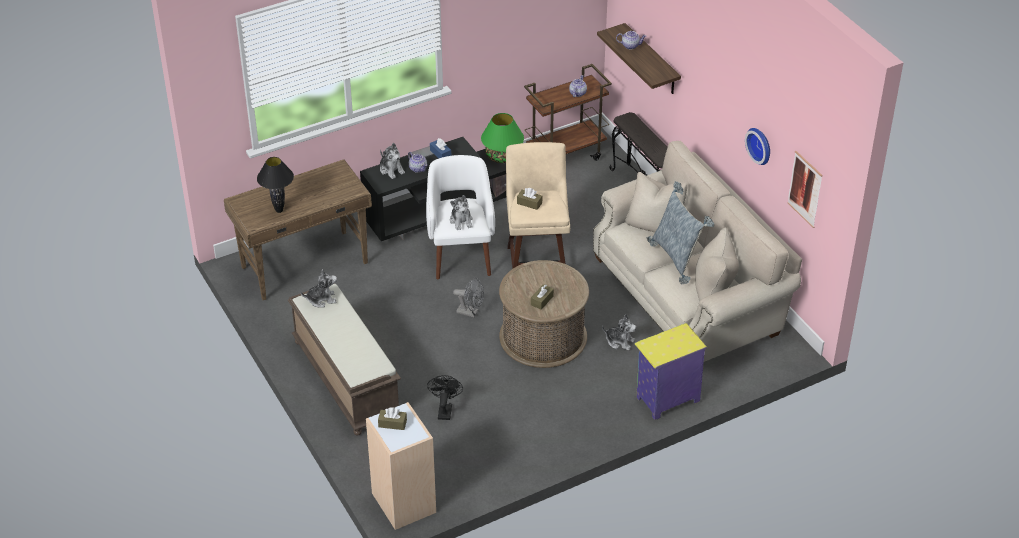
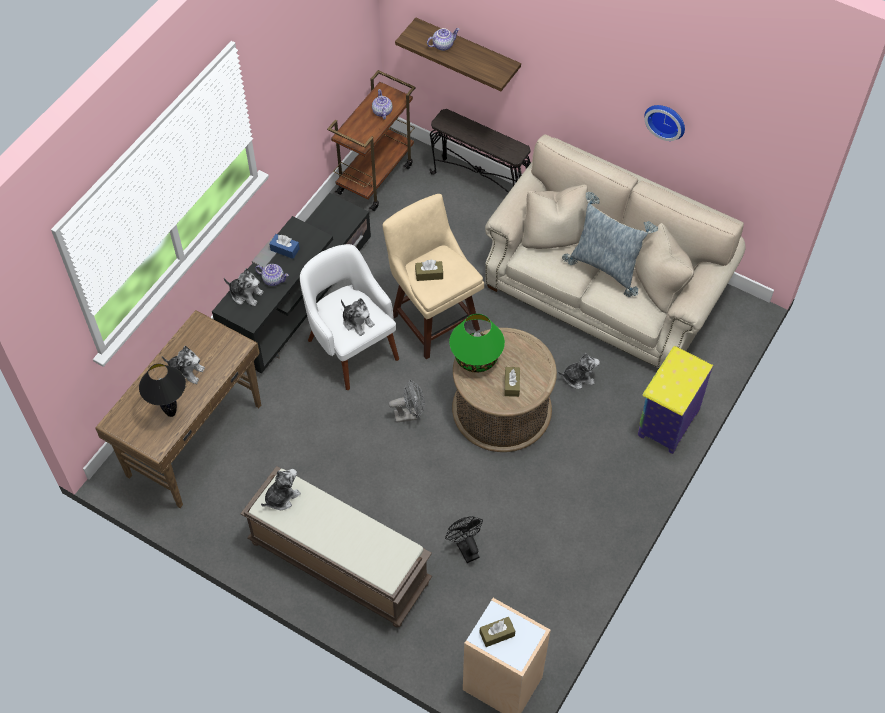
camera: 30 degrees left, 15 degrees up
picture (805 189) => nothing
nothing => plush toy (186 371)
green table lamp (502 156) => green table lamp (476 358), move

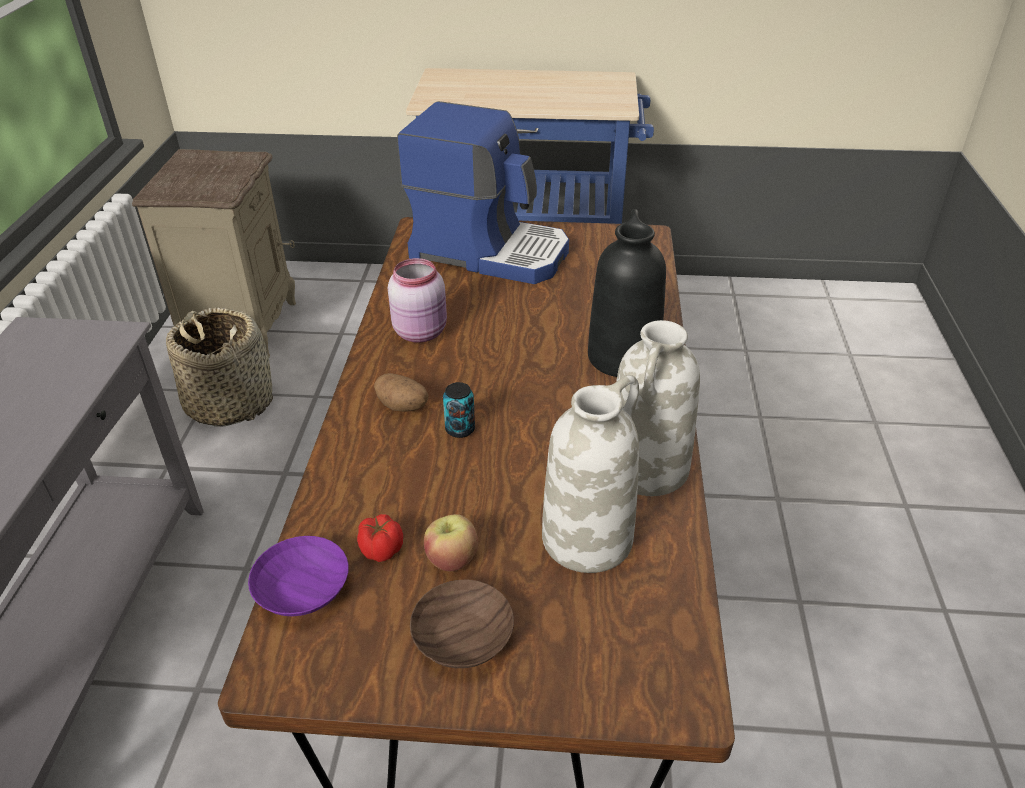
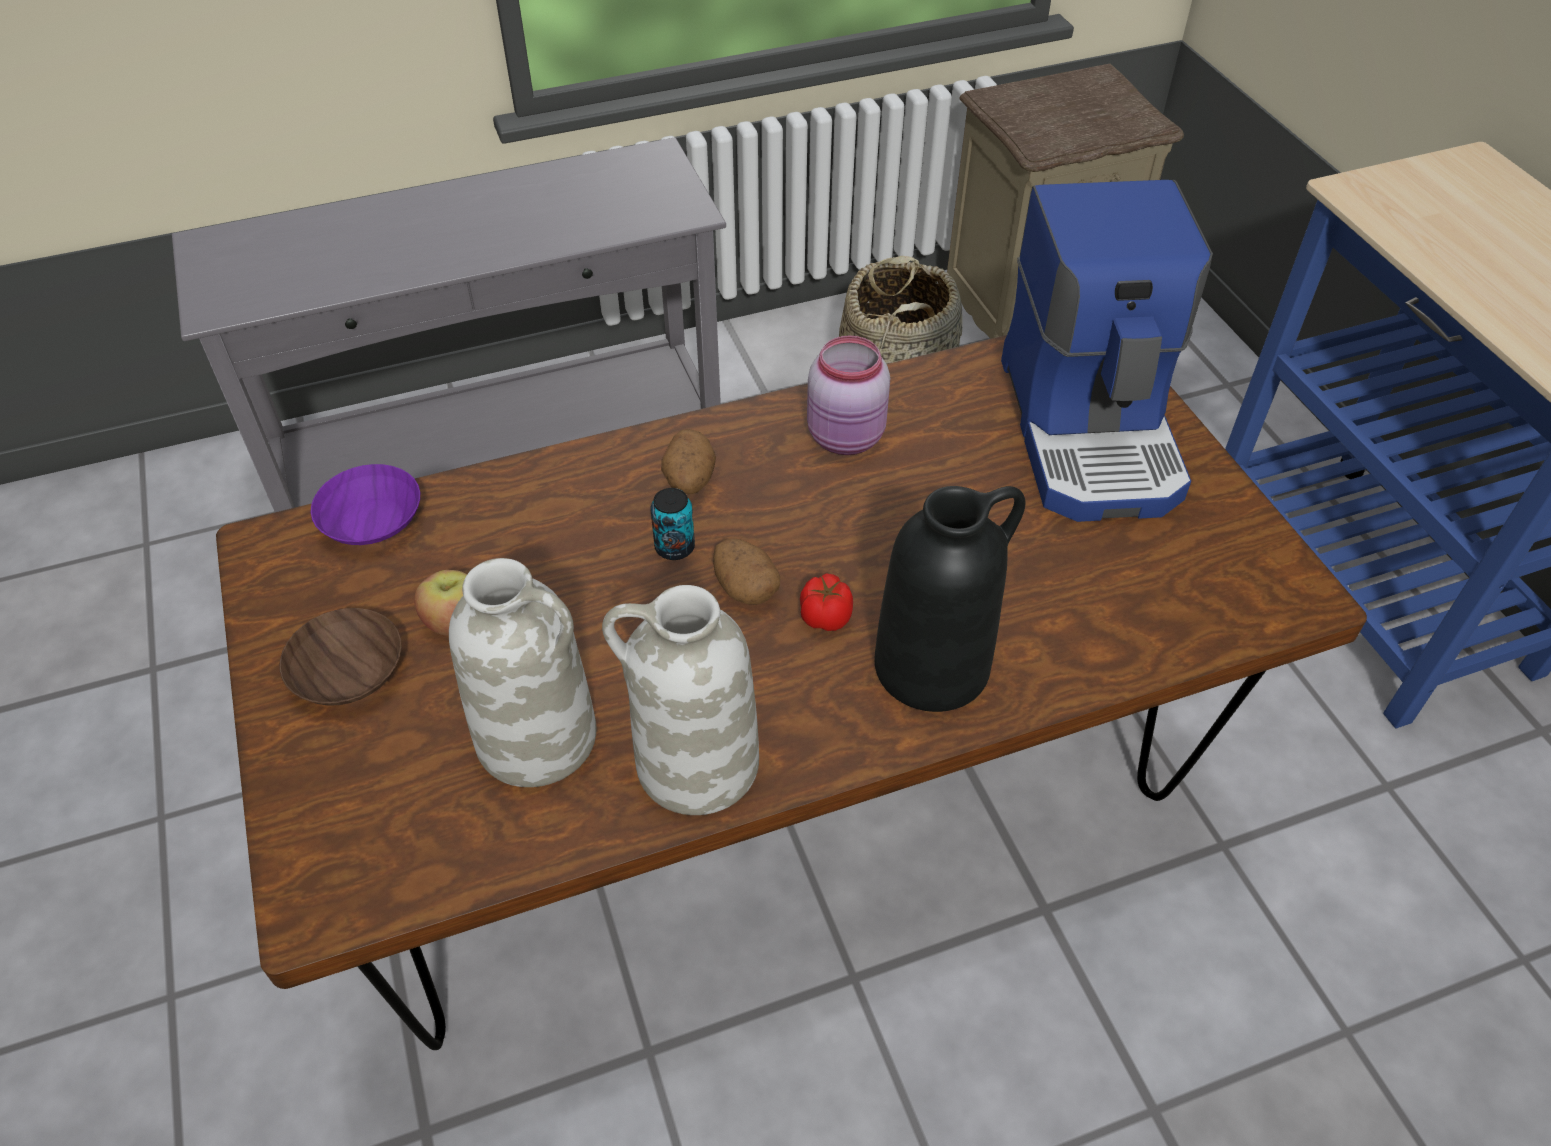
camera: 65 degrees right, 10 degrees up
nothing => potato (745 587)
tomato (380 549) => tomato (826 616), move

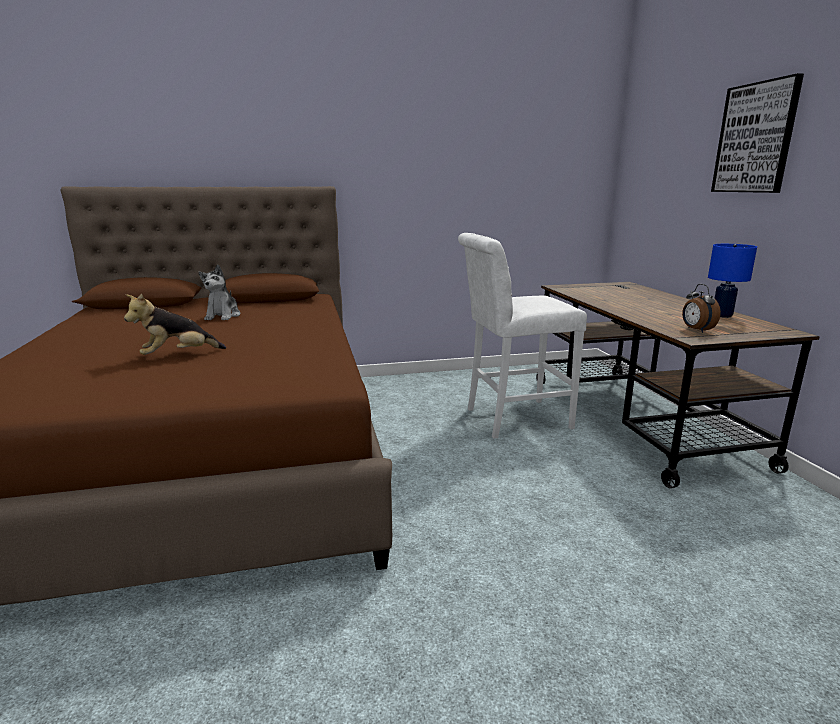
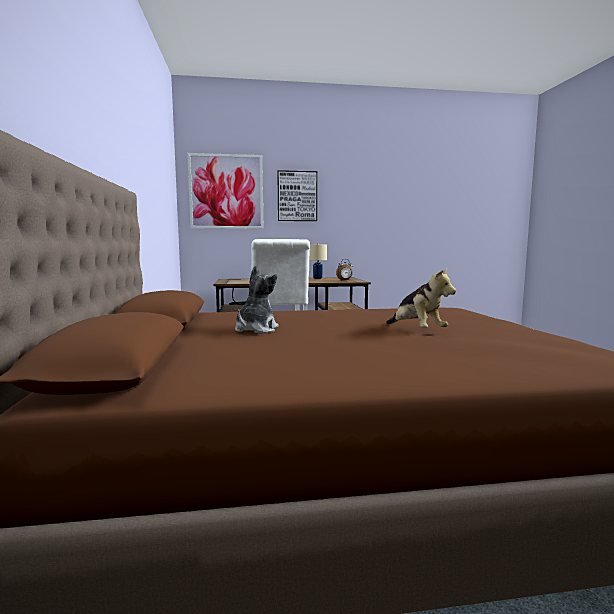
camera: 85 degrees left, 10 degrees down
nothing => picture (226 192)
blue table lamp (723 316) => beige table lamp (318 278)
plush toy (223 316) => plush toy (255 330), 75 degrees counterclockwise

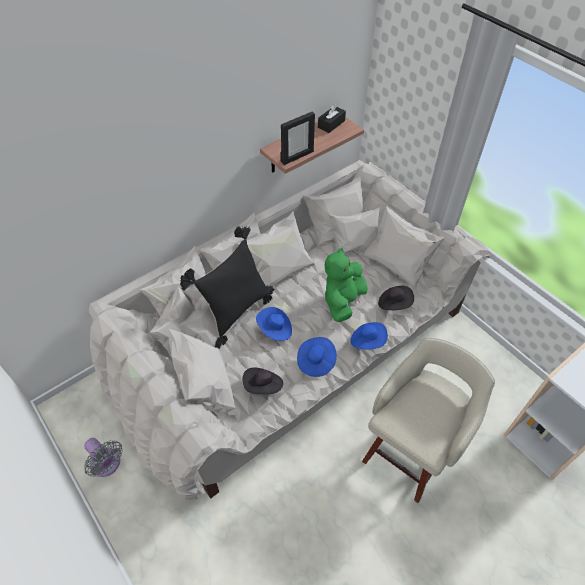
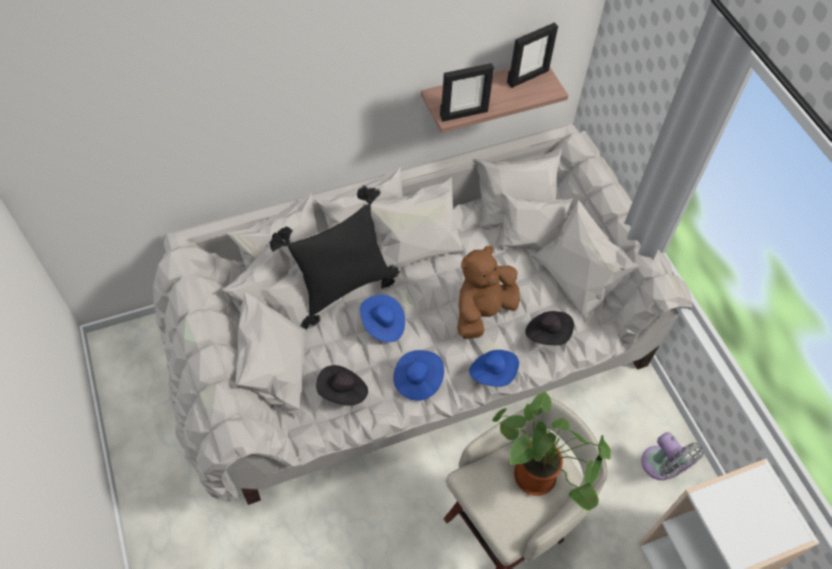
camera: 15 degrees right, 5 degrees up
nothing => potted plant (539 477)
grey fan (107 465) => grey fan (661 467), move
black tissue box (331 124) => picture frame (527 77)
green plush toy (343 301) => brown plush toy (482 311)

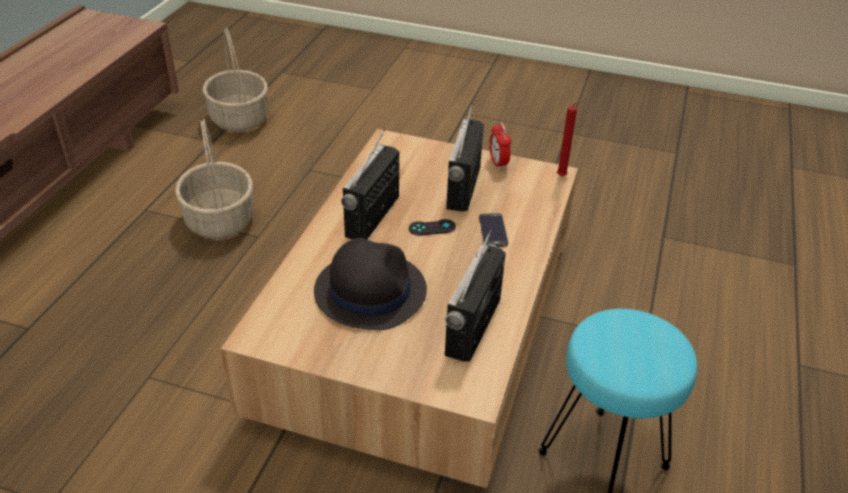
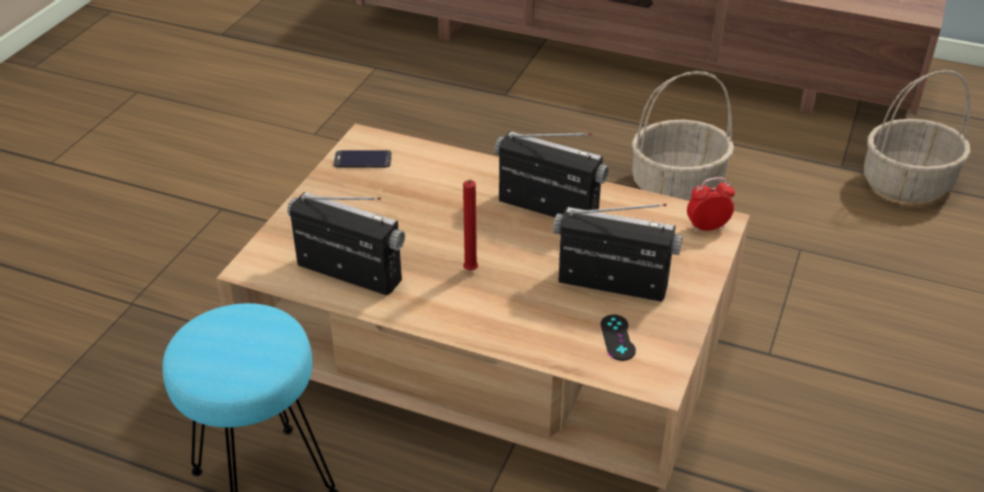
camera: 95 degrees right, 0 degrees up
black hat (370 290) => nothing
black game controller (432 227) => black game controller (617 337), move
phone (493 230) => phone (362 159), move
alarm clock (498 163) => alarm clock (707 227), move
red candle (563 176) => red candle (470 272), move

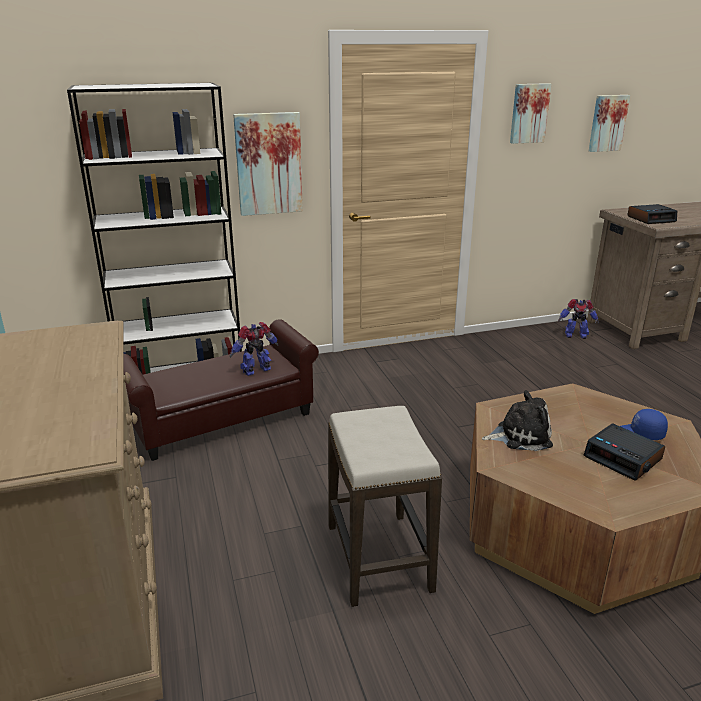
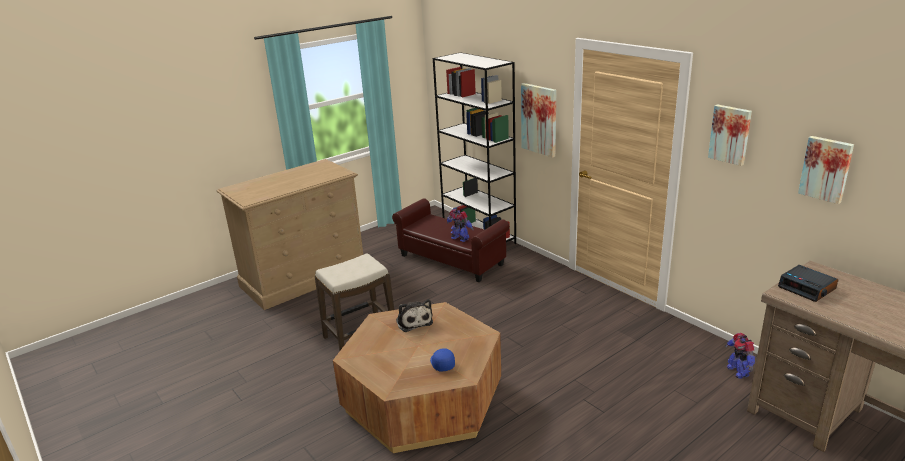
camera: 70 degrees right, 0 degrees up
alarm clock (623 458) => nothing

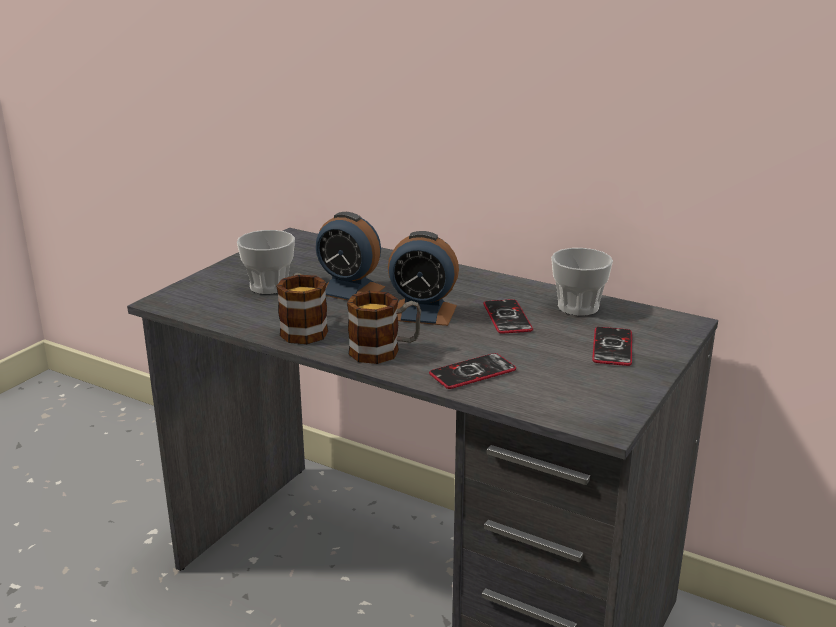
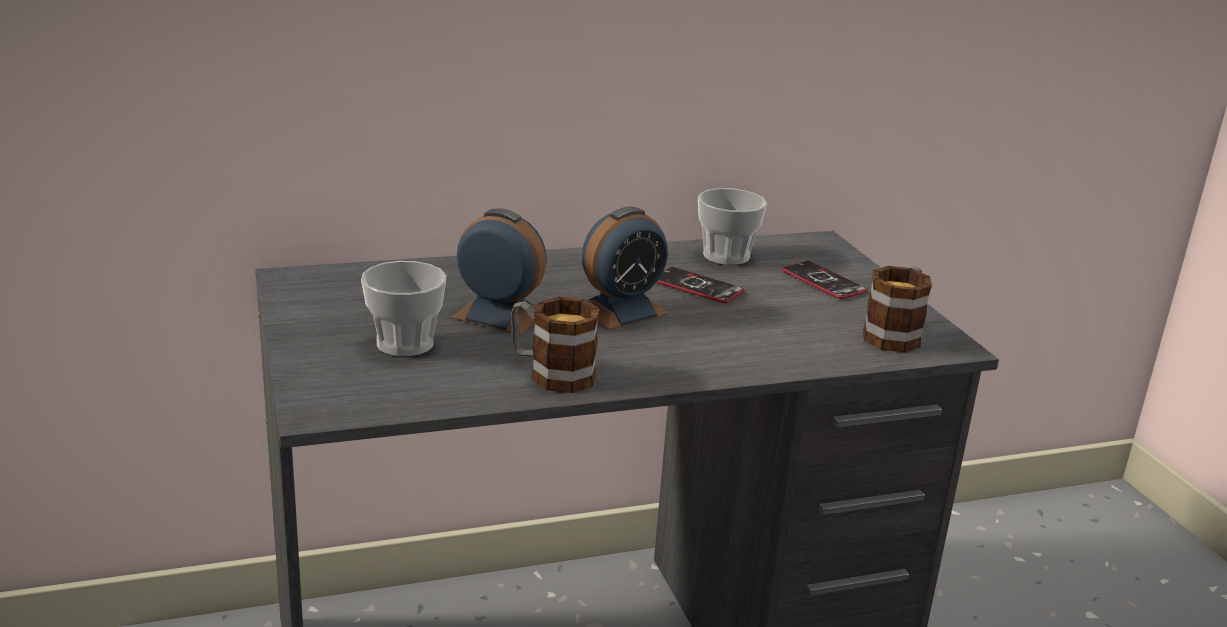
camera: 50 degrees left, 0 degrees up
phone (472 372) => nothing
mug (385 351) => mug (895 334), move
alarm clock (349 290) => alarm clock (500 315), 135 degrees counterclockwise

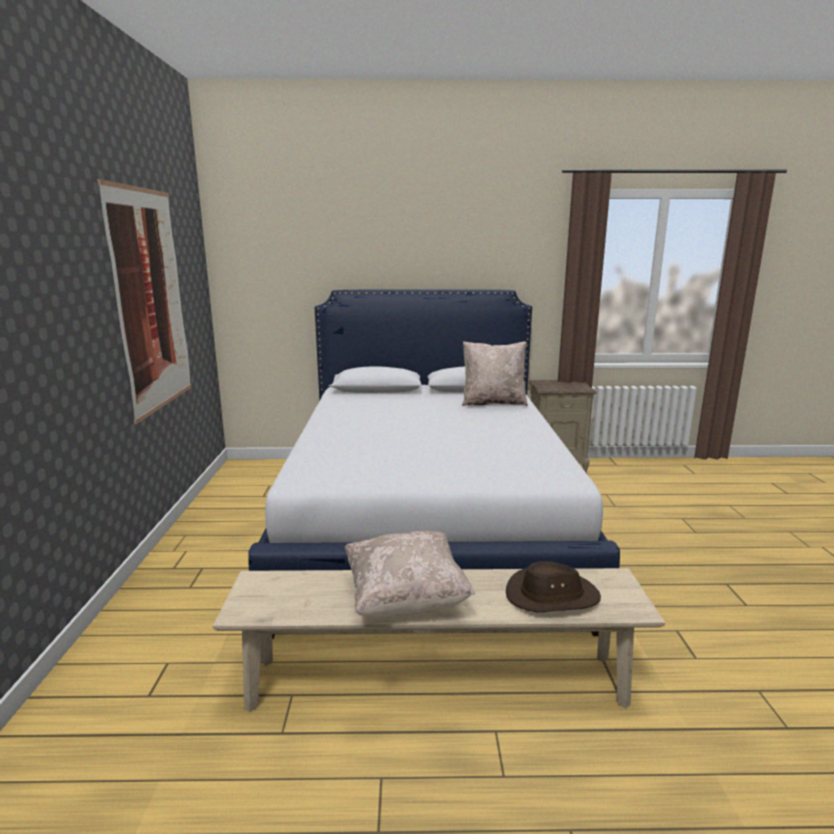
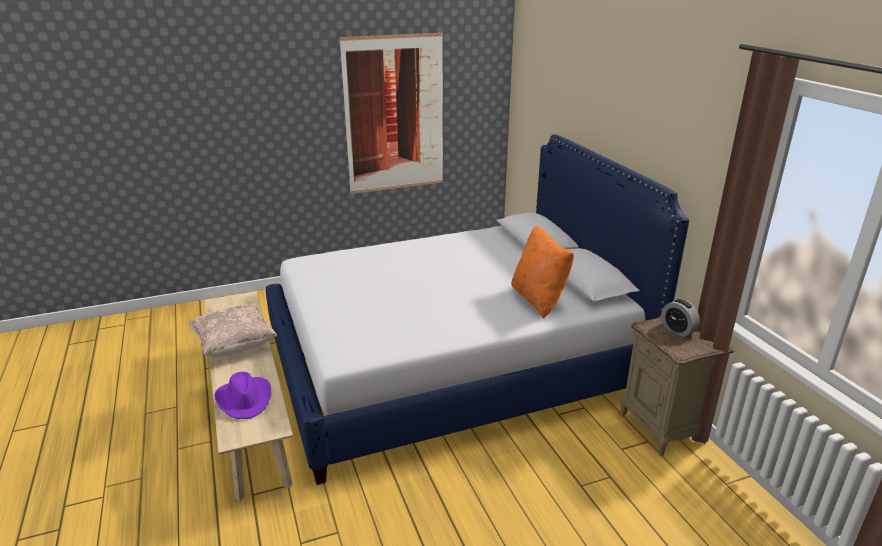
camera: 70 degrees right, 10 degrees up
nothing => alarm clock (677 330)
beige pillow (493 403) => orange pillow (539 300)
brown hat (551 596) => purple hat (245 399)

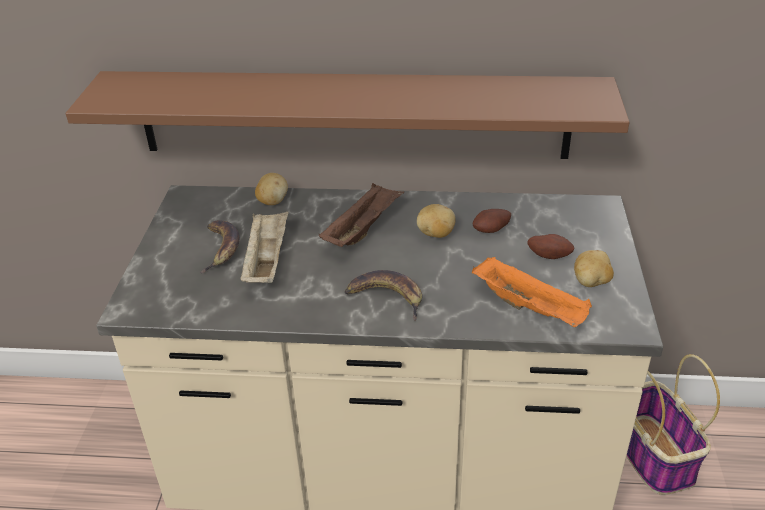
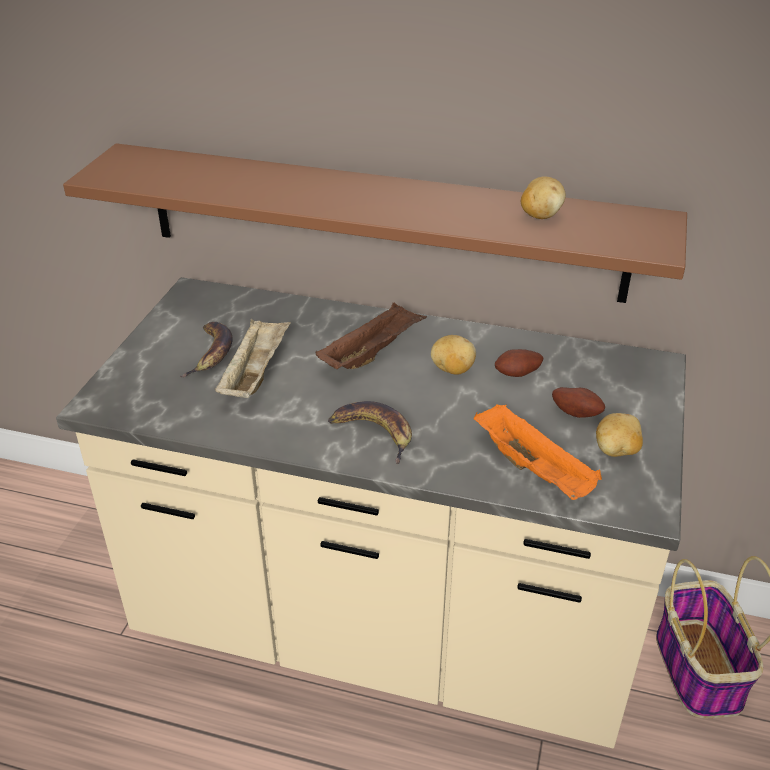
camera: 10 degrees right, 0 degrees up
potato (272 201) => potato (540 215), move

